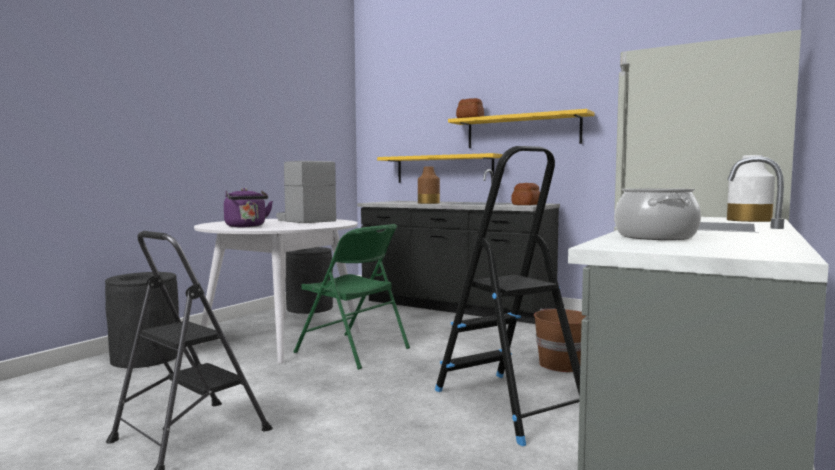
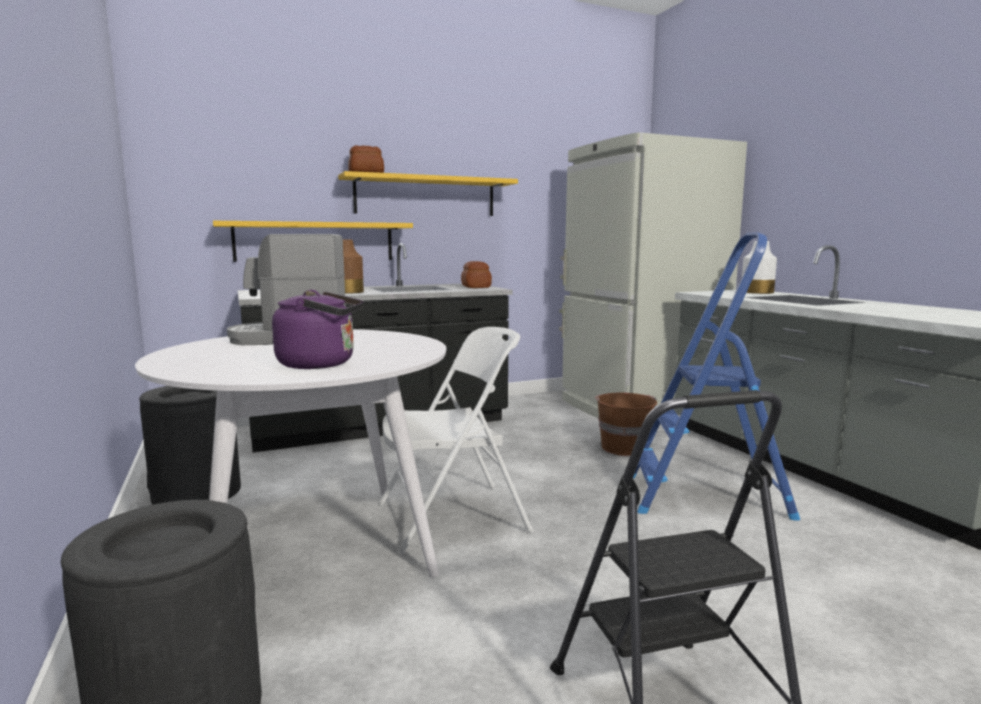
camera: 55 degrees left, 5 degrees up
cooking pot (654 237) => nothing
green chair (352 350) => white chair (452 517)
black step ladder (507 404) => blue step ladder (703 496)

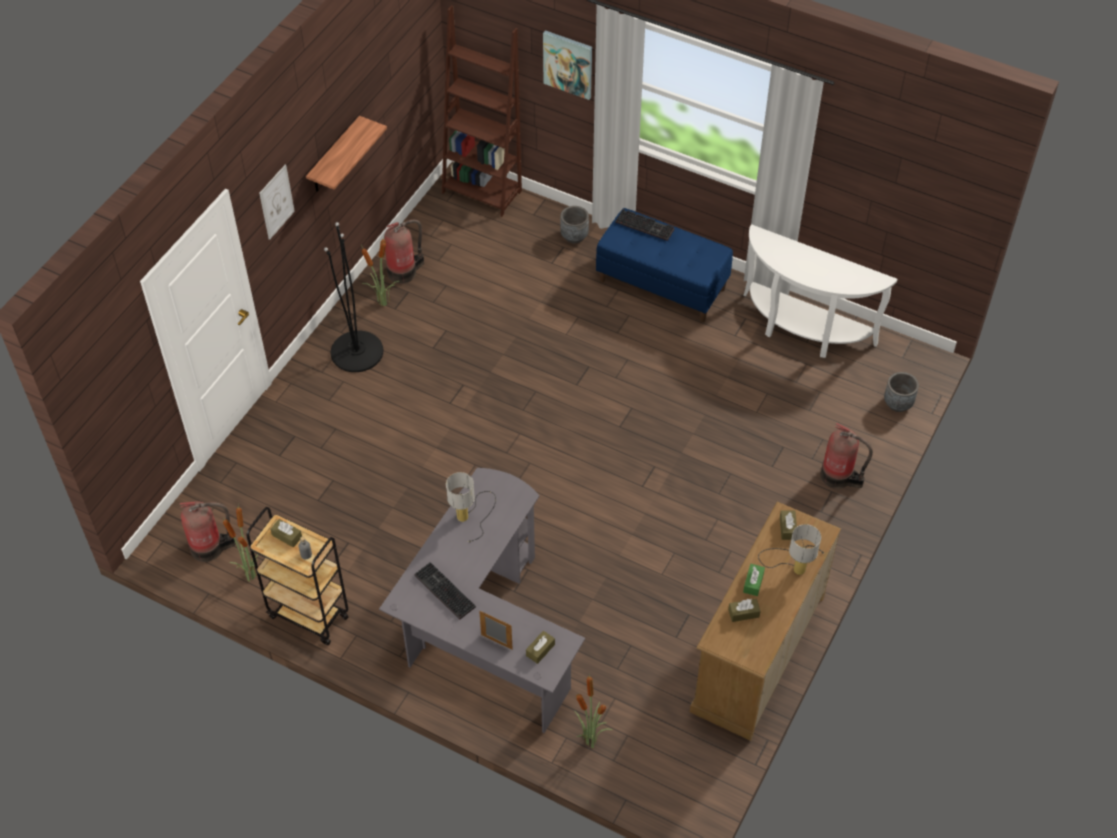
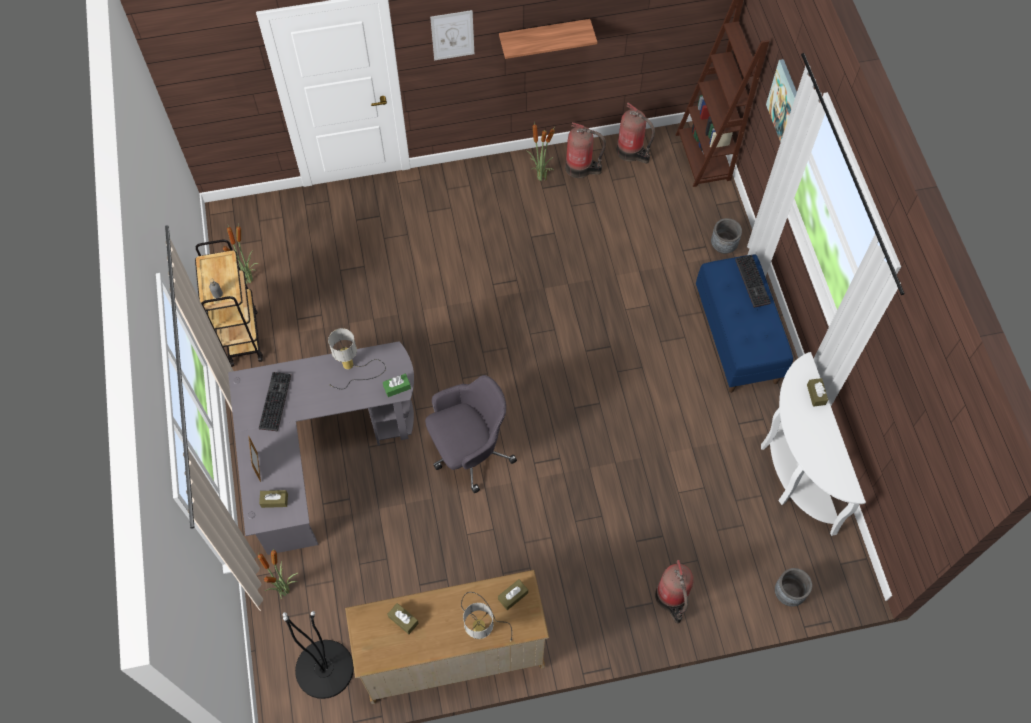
camera: 50 degrees right, 10 degrees up
nothing => grey office chair (469 451)
fire extinguisher (210 547) => fire extinguisher (631 152), move
brown tissue box (287 536) => brown tissue box (816 394), move
black floor lamp (357 351) => black floor lamp (324 669), move
green tissue box (753 583) => green tissue box (397 387), move

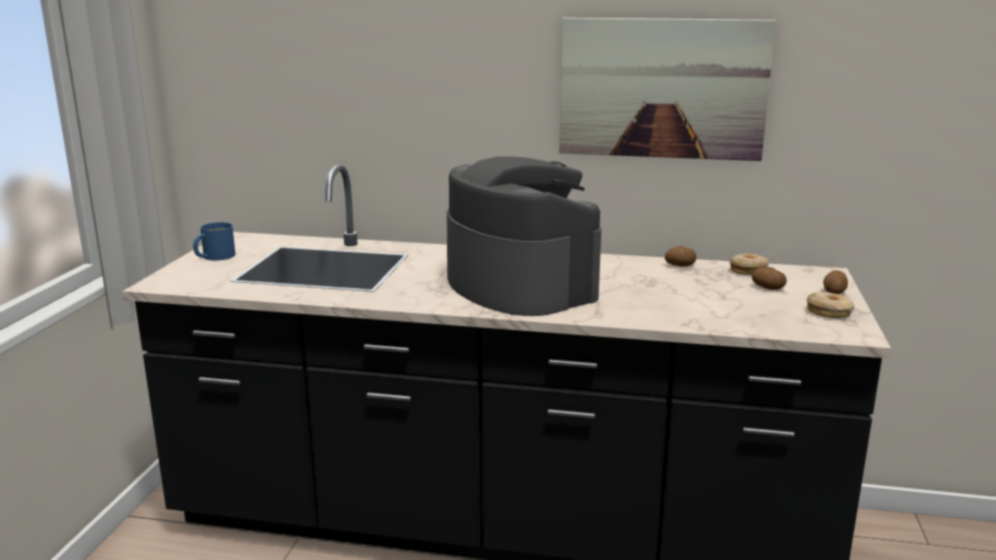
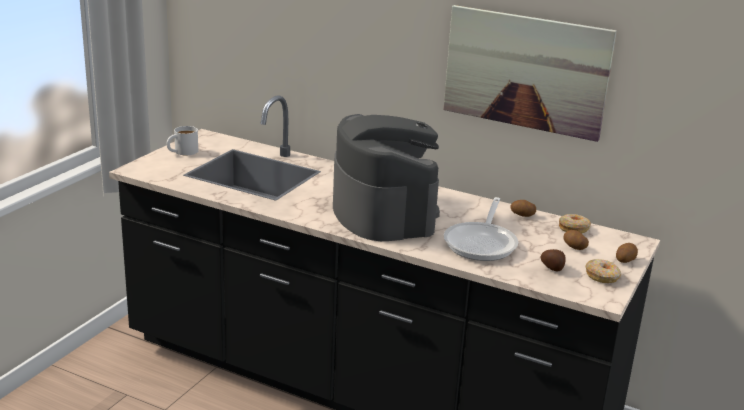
camera: 15 degrees right, 5 degrees up
nothing => frying pan (482 243)
nothing => potato (552 268)
blue mug (214 257) => white mug (182 152)

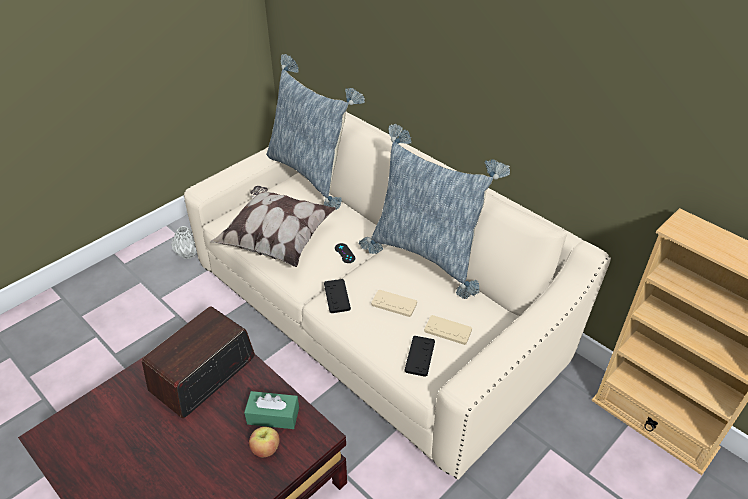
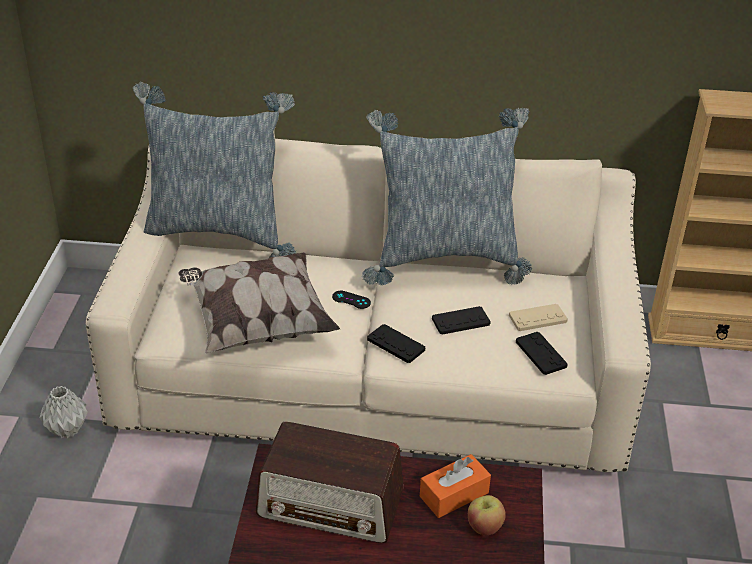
camera: 40 degrees left, 5 degrees down
green tissue box (273 416) => orange tissue box (454 494)
beige game controller (394 304) => black game controller (460 321)
radio (202 375) => radio (331 504), 75 degrees counterclockwise

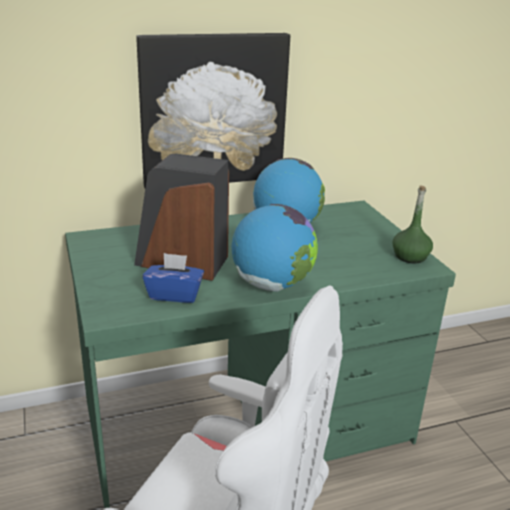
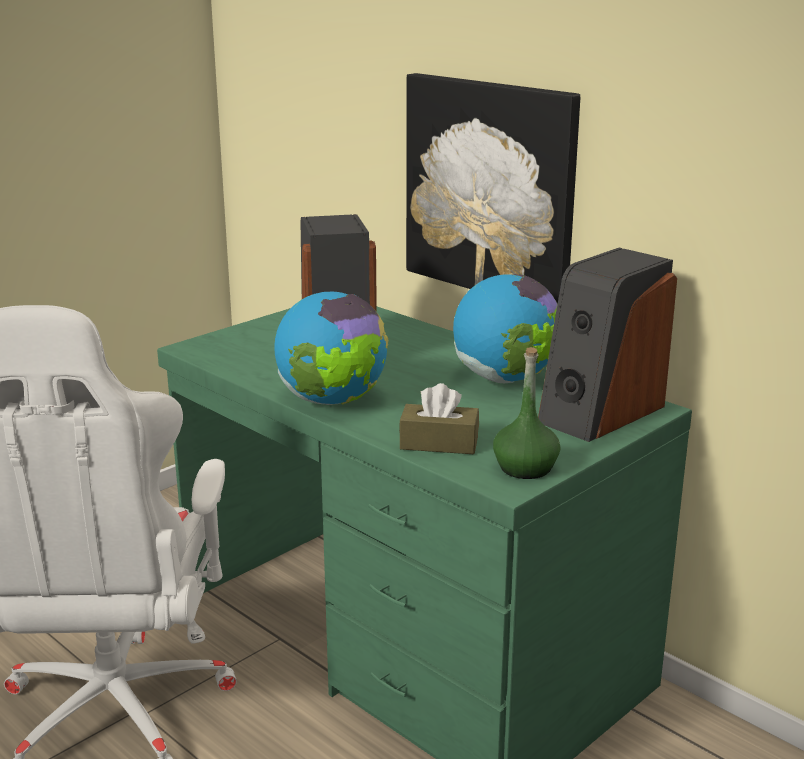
camera: 65 degrees right, 5 degrees down
blue tissue box (174 294) => nothing
nothing => brown tissue box (439 443)
nothing => speaker (600 413)

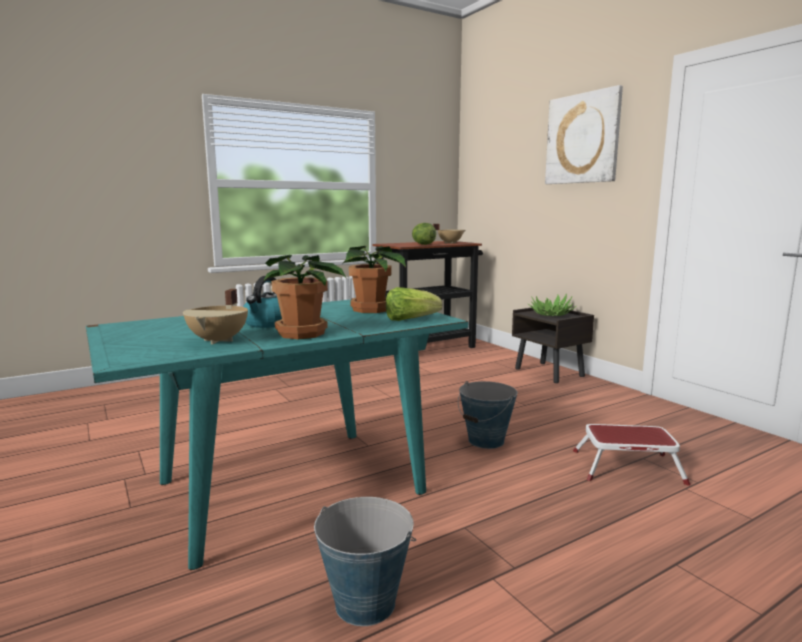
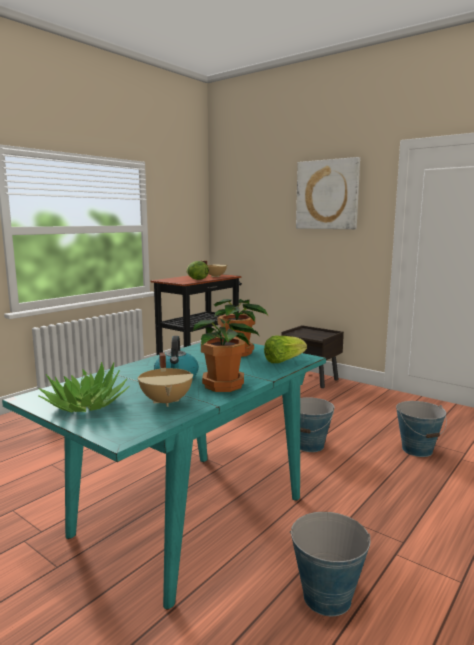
camera: 20 degrees left, 0 degrees up
potted plant (550 314) => potted plant (85 404), move
red step ladder (627 467) => bucket (417 450)

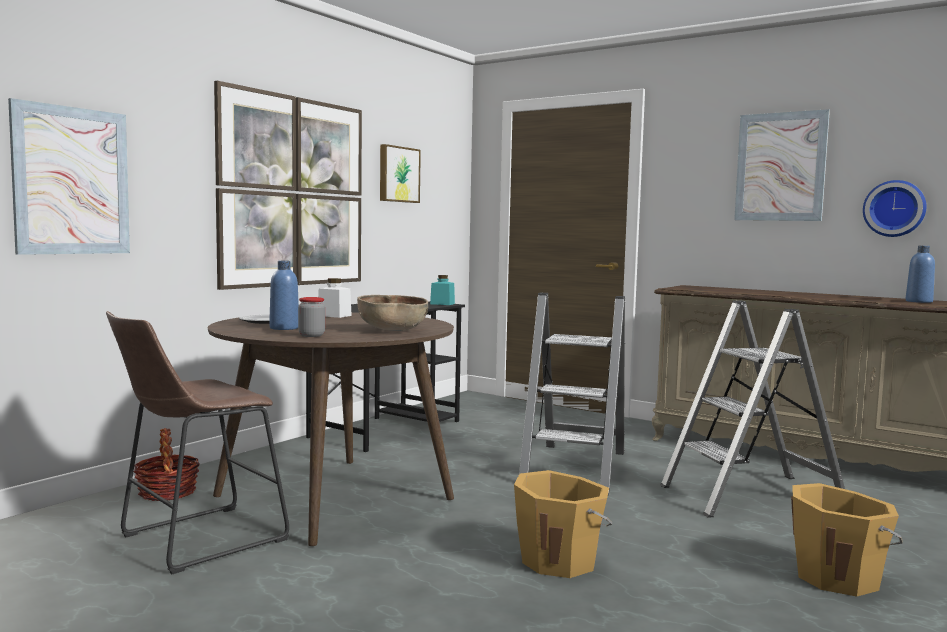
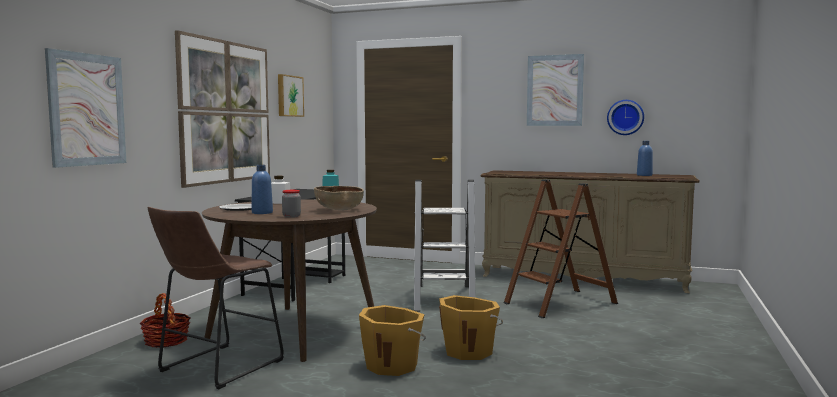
camera: 15 degrees left, 0 degrees up
orange bucket (838 577) => orange bucket (392 365), move
grey step ladder (754 495) => brown step ladder (561 303)

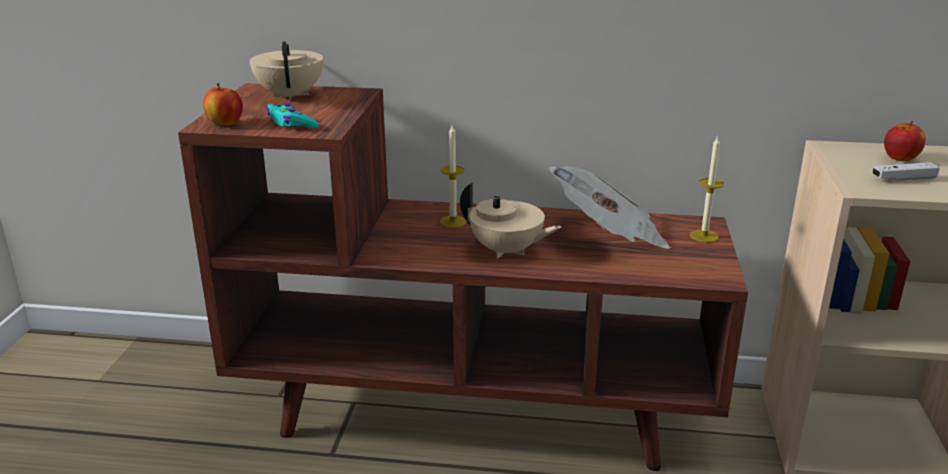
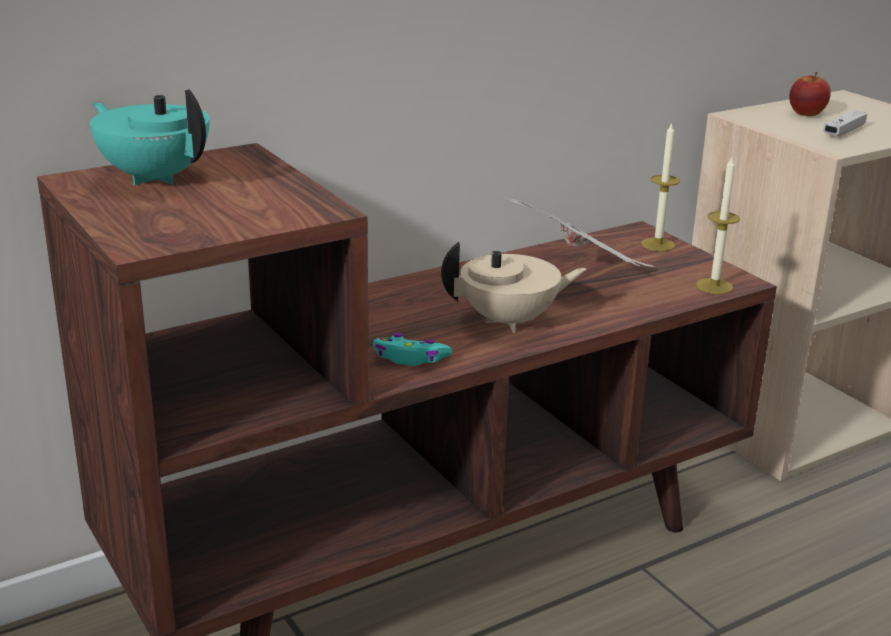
camera: 40 degrees left, 0 degrees up
apple (225 123) => nothing
turquoise game controller (291 124) => turquoise game controller (410 358), move
candle (453 221) => candle (714 286), move
beige teapot (291 95) => turquoise teapot (155 177)

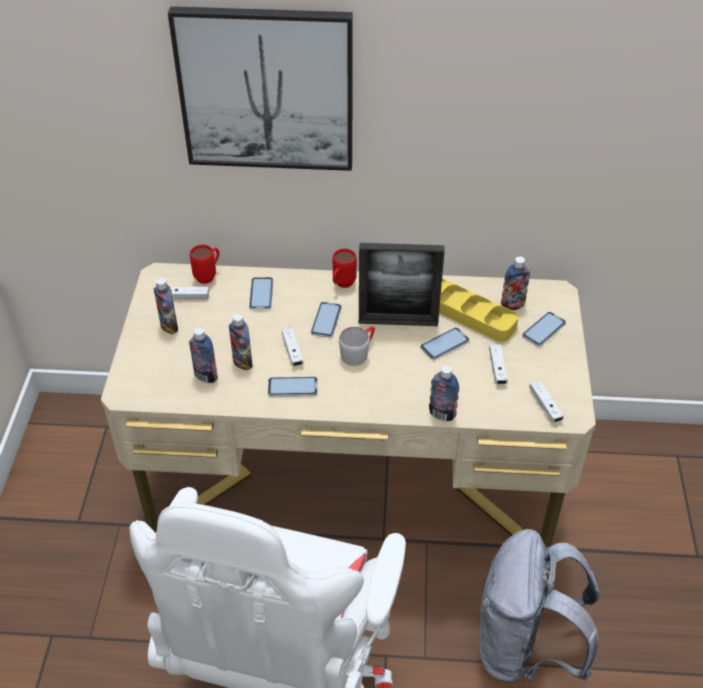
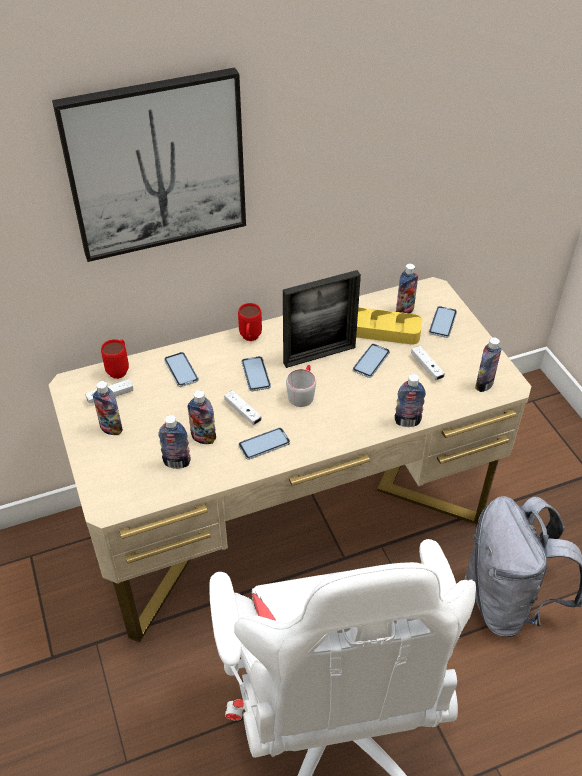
camera: 25 degrees left, 0 degrees up
white game controller (545 405) => bottle (484 385)

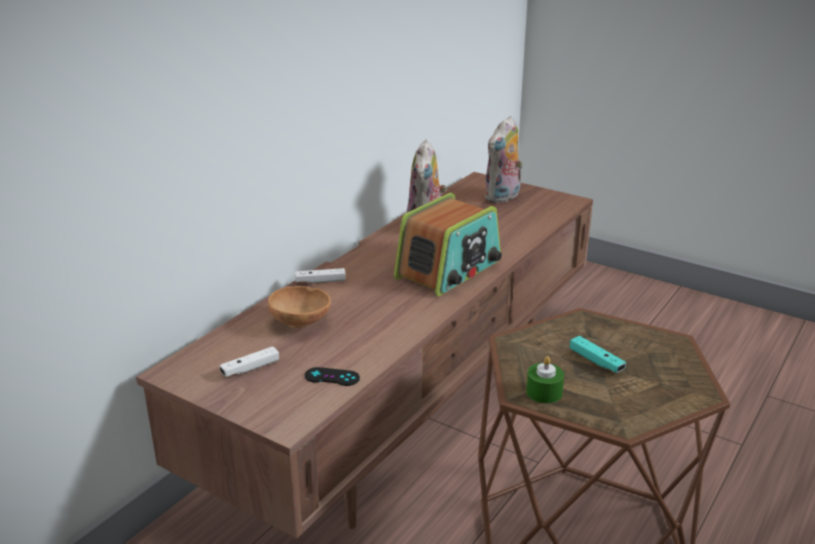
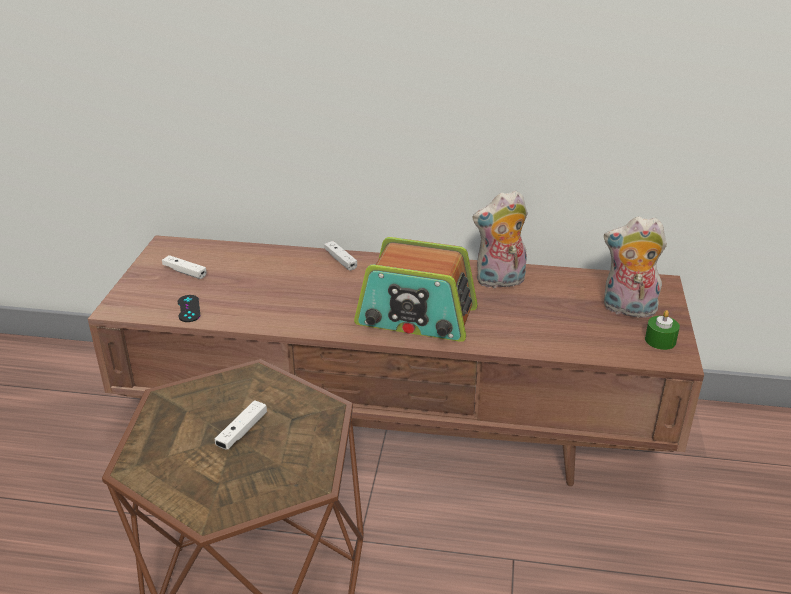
camera: 65 degrees right, 5 degrees up
brown bowl (302 322) => nothing
green candle (544 392) => green candle (660 340), move
turquoise game controller (596 361) => white game controller (242 431)

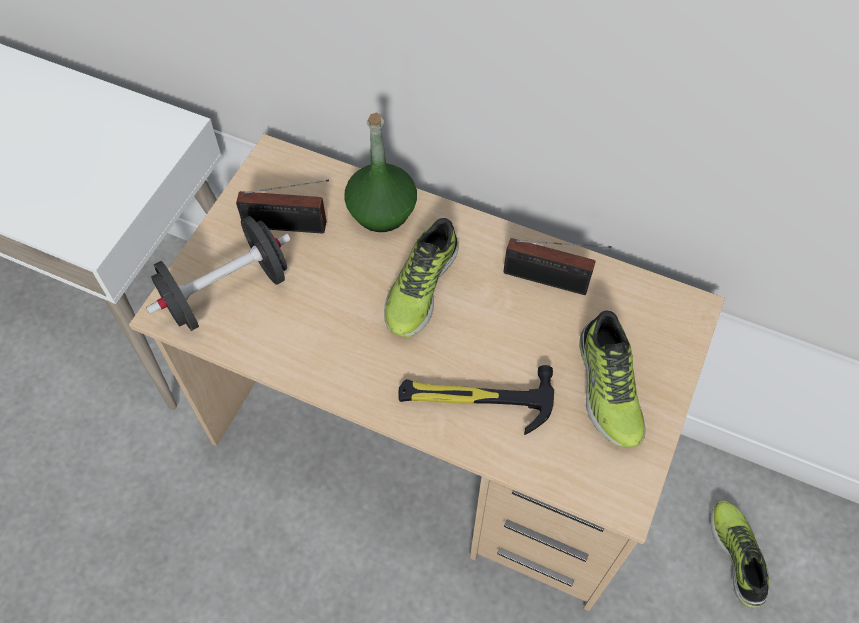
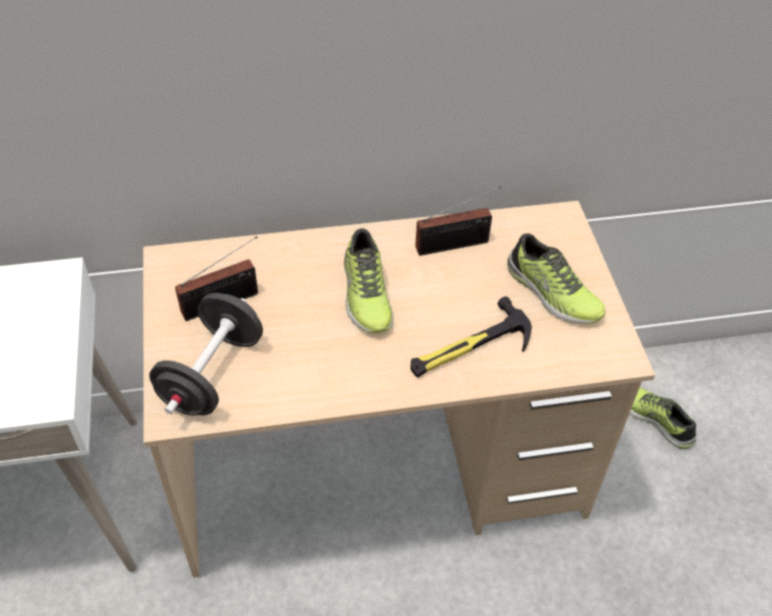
camera: 35 degrees left, 10 degrees down
green bottle (381 211) => nothing

